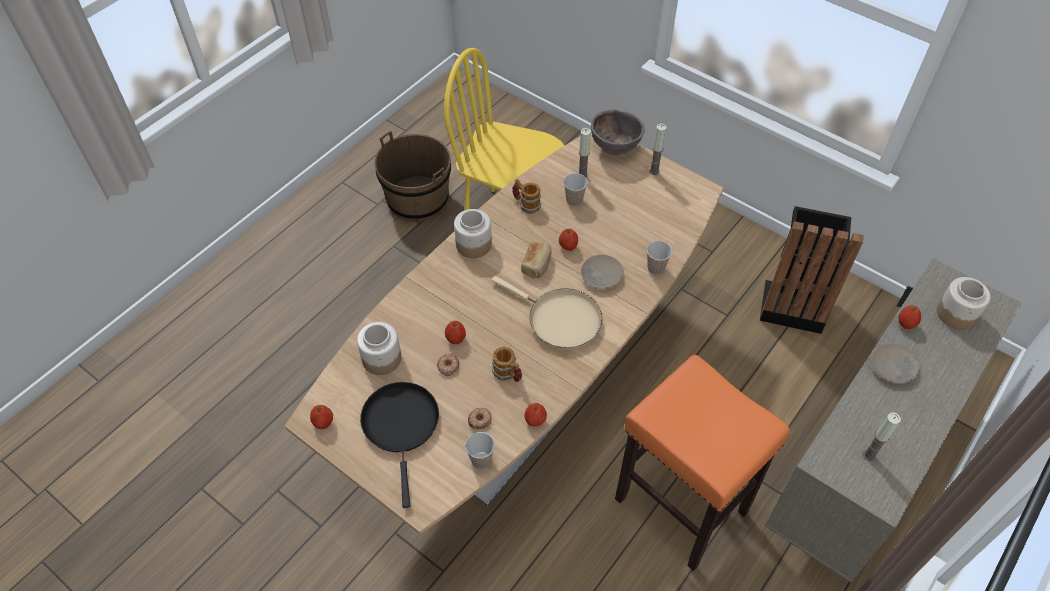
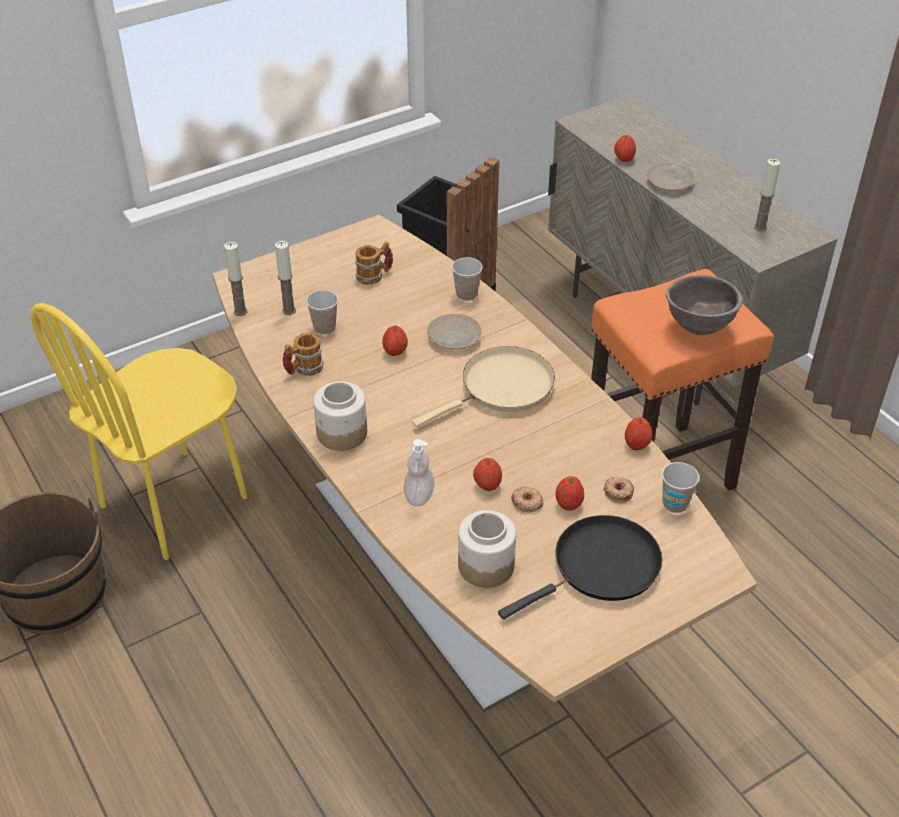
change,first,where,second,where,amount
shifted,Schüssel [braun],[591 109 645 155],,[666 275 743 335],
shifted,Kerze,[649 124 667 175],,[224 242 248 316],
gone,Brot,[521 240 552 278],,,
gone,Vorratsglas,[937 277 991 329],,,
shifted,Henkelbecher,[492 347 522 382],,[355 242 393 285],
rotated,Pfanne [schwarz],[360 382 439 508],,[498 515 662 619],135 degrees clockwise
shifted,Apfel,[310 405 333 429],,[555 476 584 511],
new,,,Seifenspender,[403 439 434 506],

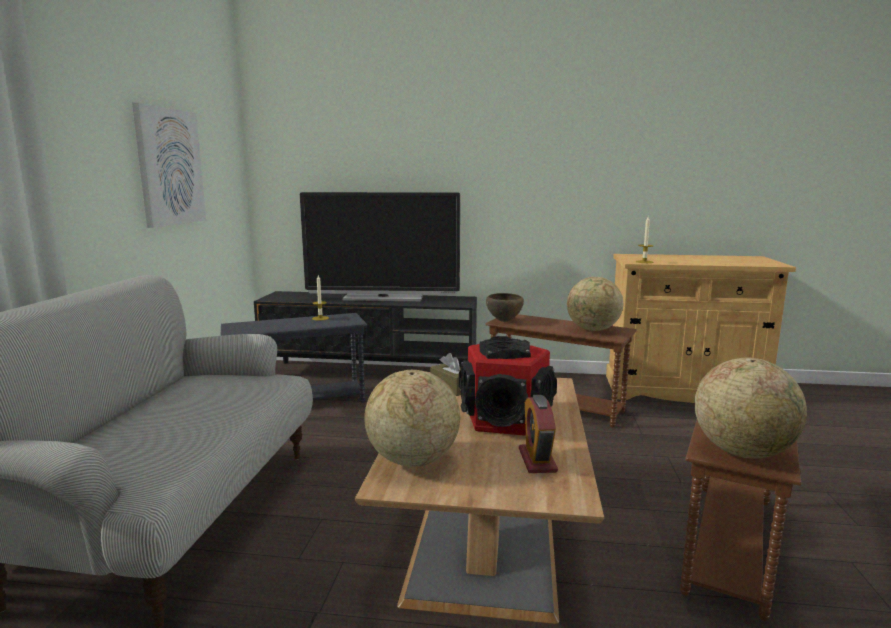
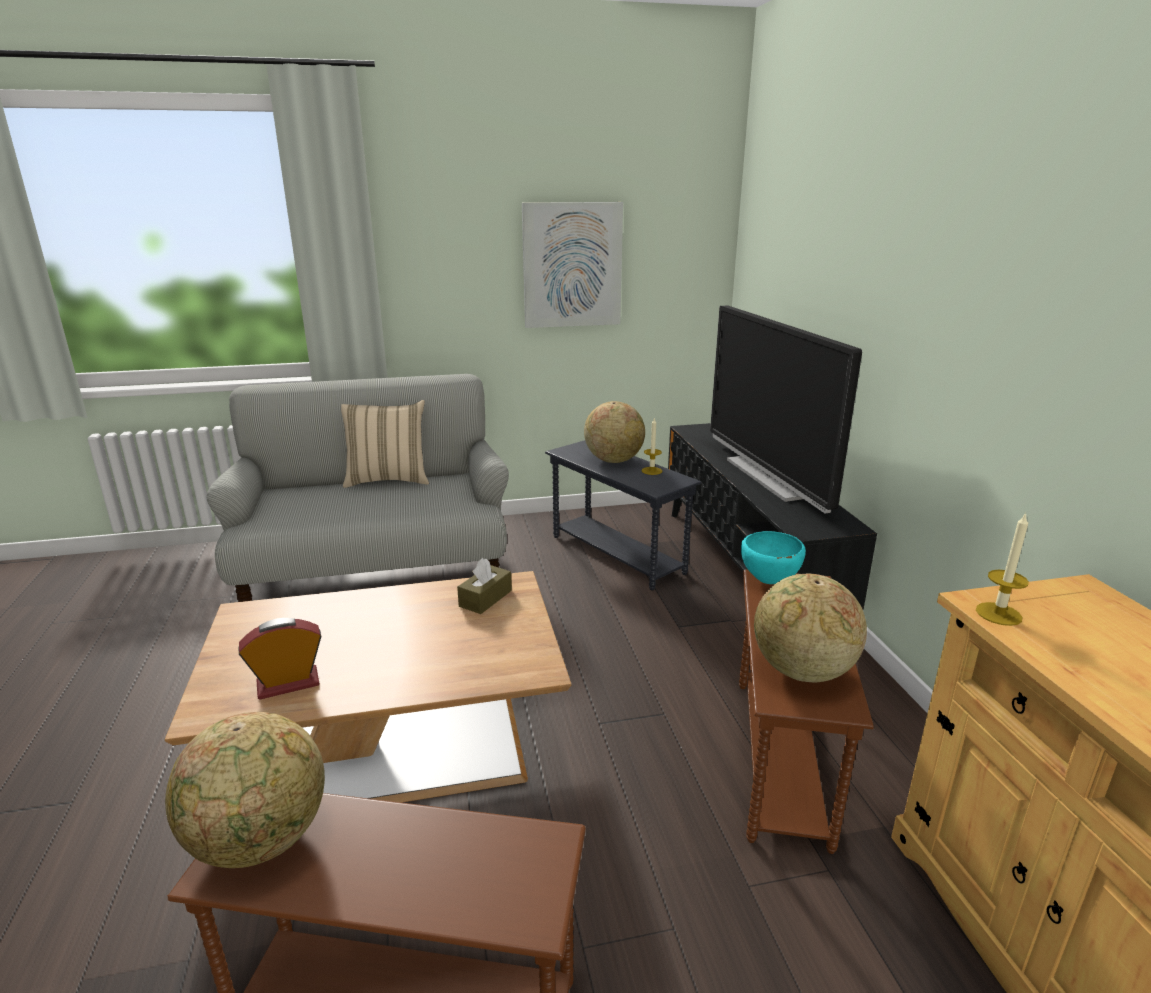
change,first,where,second,where,amount
repainted,Schüssel [braun],[486 293 524 322],Schüssel [türkis],[741 531 806 584],
gone,Lautsprecher,[459 336 557 436],,,
shifted,Globus,[364 370 460 467],,[584 401 645 463],
new,,,Kissen [beige],[341 400 429 488],

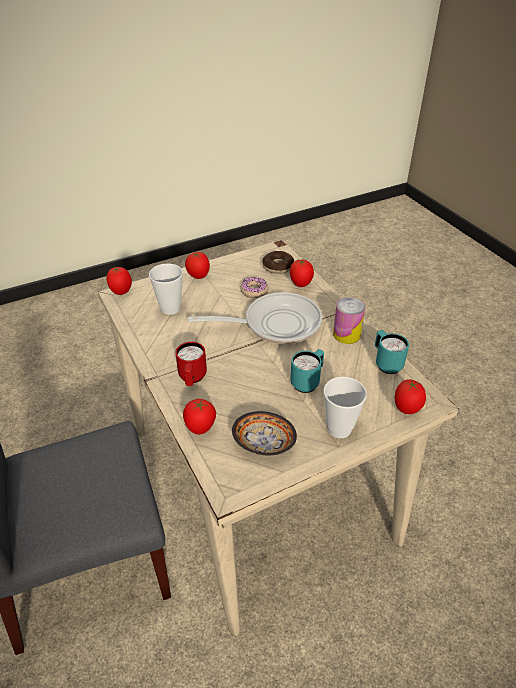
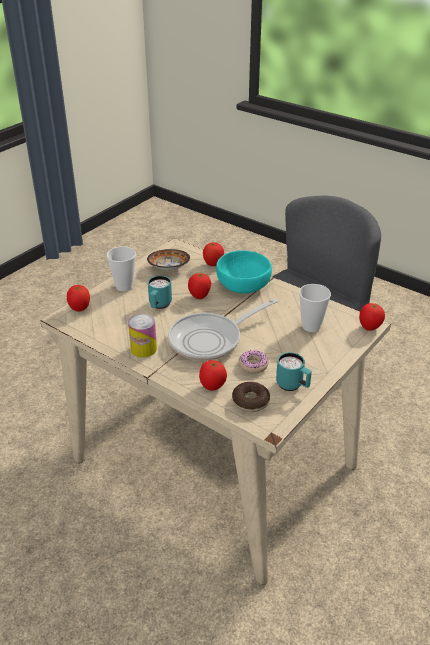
change,first,where,second,where,amount
shifted,Tomate,[185 252 210 279],,[188 273 211 299],
shifted,Henkelbecher [türkis],[375 330 409 374],,[276 352 312 391],
swapped,Henkelbecher [rot],[175 342 207 386],Schüssel [türkis],[216 250 272 294],

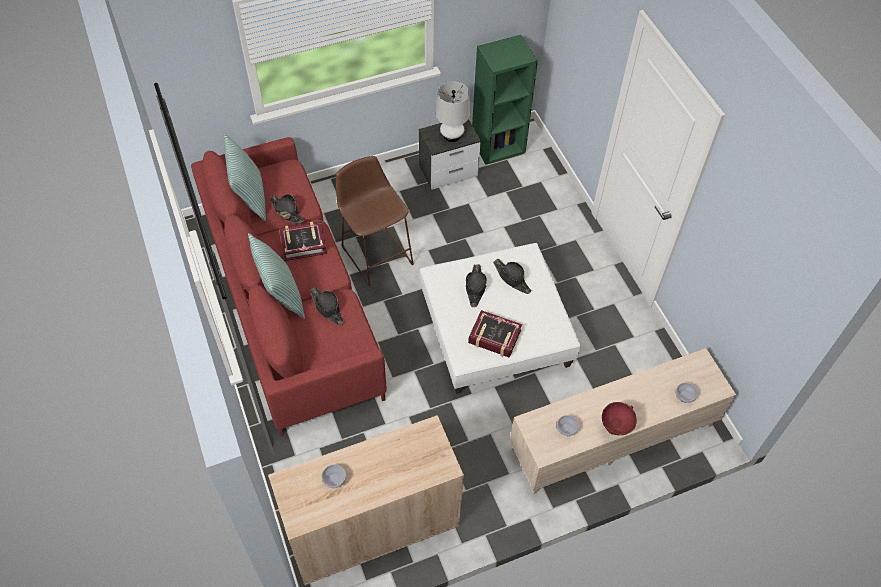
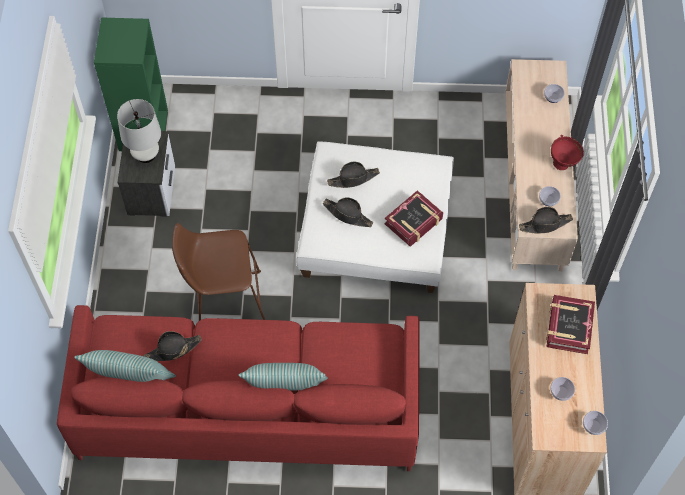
change,first,where,second,where,amount
shifted,Buch,[279 221 327 261],,[546 295 595 354],
shifted,Hut [schwarz],[310 287 344 326],,[519 207 573 234],
new,,,Schüssel,[583 411 608 435],

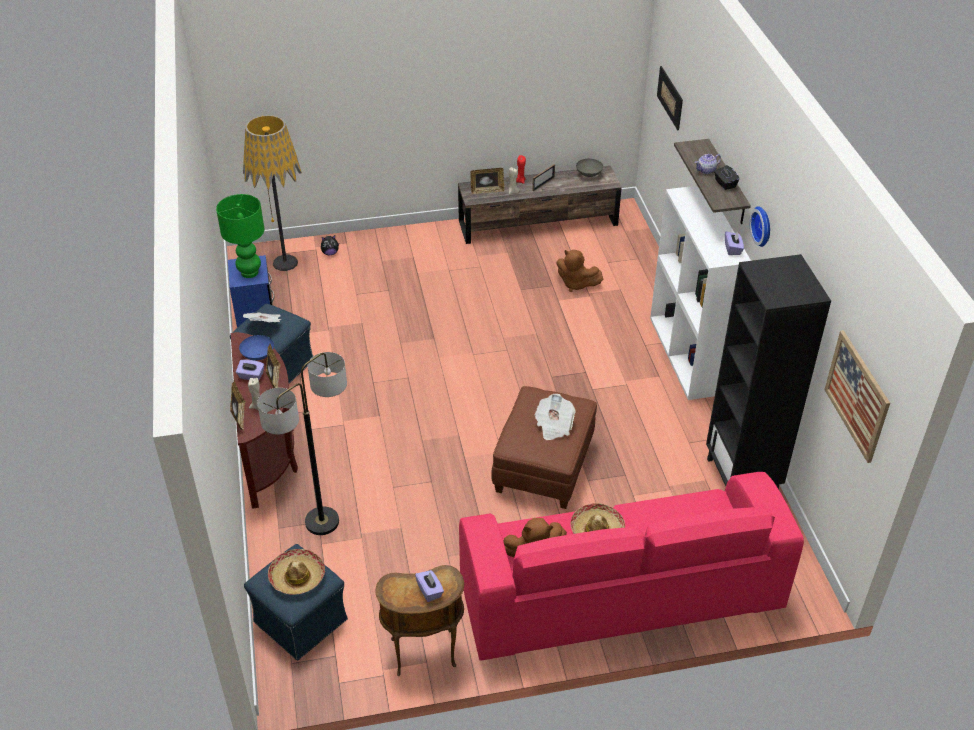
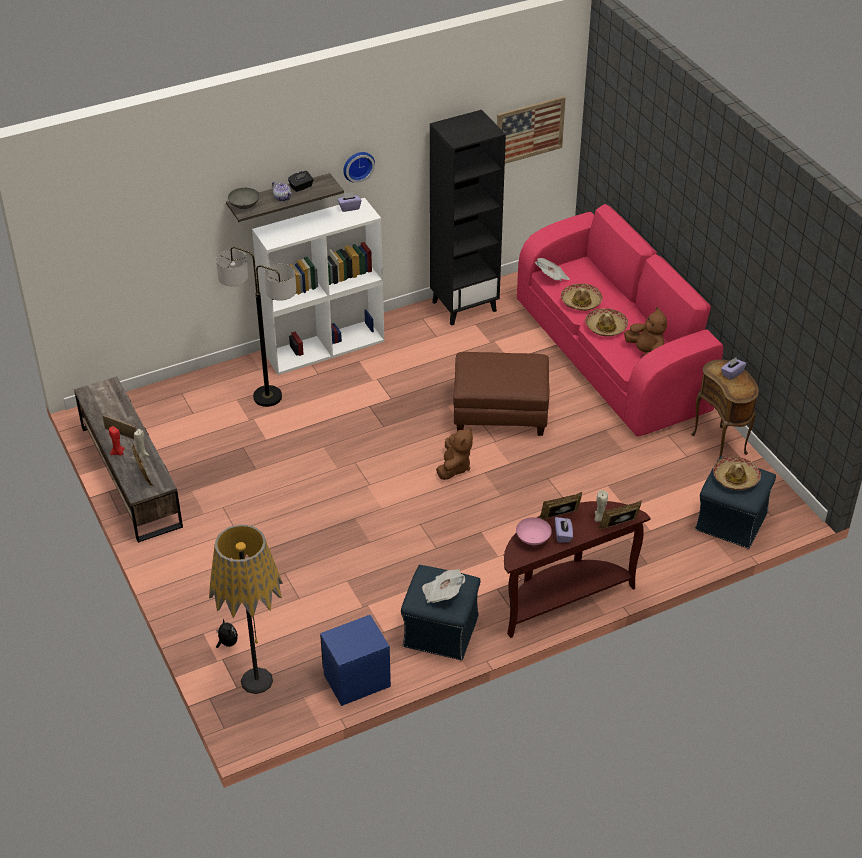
change,first,where,second,where,amount
gone,Bild,[657 66 683 130],,,
shifted,Schüssel [grau],[576 159 603 177],,[228 188 259 209],
gone,Tischlampe [grün],[216 194 264 278],,,
shifted,Plüschtier [braun],[556 250 603 292],,[436 427 473 480],
repainted,Schüssel [blau],[239 335 274 361],Schüssel [rosa],[516 517 552 545],
shifted,Stehlampe,[257 352 347 535],,[216 247 296 407],
shifted,Zeitung,[535 394 576 440],,[535 258 570 281],
new,,,Hut,[561 283 603 311],

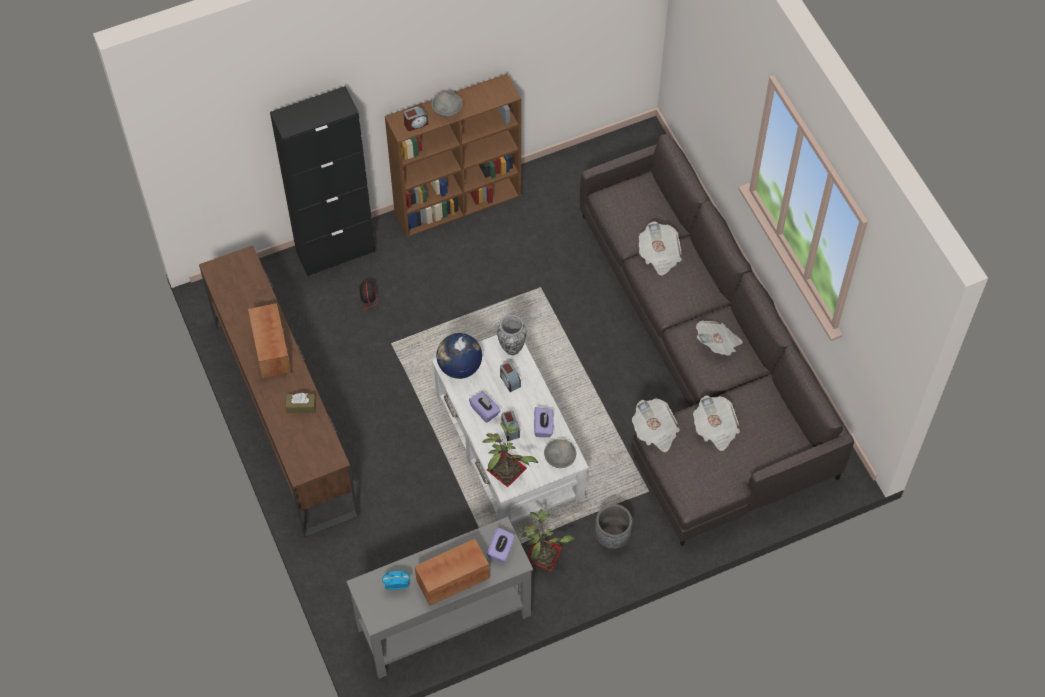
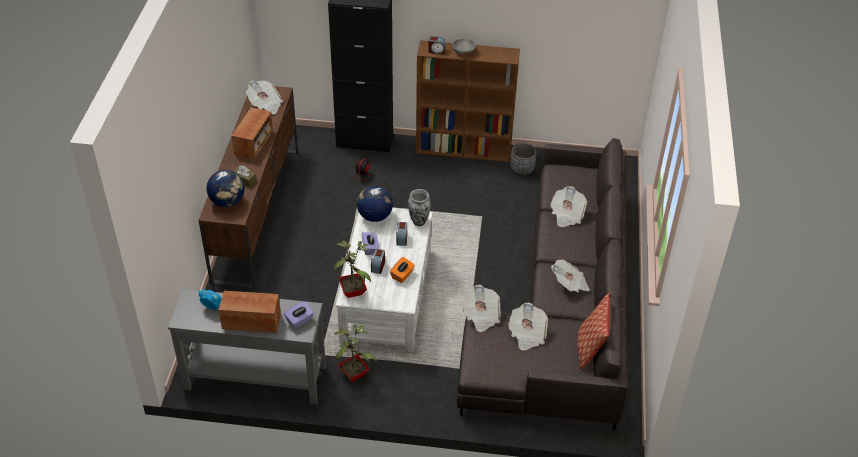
change,first,where,second,where,amount
repainted,Taschentuchbox [lila],[534 407 554 437],Taschentuchbox [orange],[390 257 415 283],
gone,Schüssel [grau],[544 439 576 468],,,
shifted,Pflanzkübel [grau],[595 504 632 549],,[510 143 537 177],
new,,,Zeitung,[246 80 283 114],
new,,,Globus,[206 170 244 207],
new,,,Kissen,[577 293 610 369],

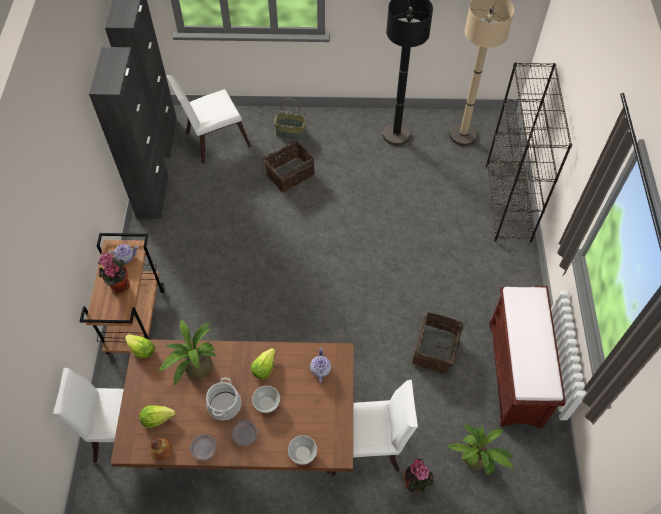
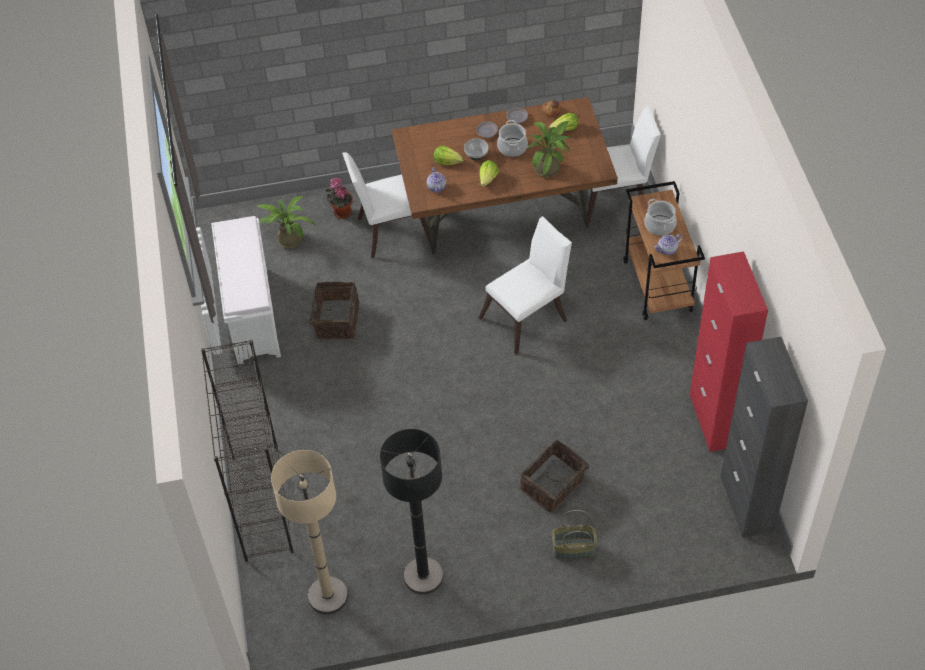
change,first,where,second,where,amount
repainted,Schrank [schwarz],[89 47 169 218],Schrank [rot],[689 251 768 452],
shifted,Stuhl [weiß],[166 75 251 164],,[479 216 572 355],
swapped,Topfpflanze,[98 253 130 293],Kochtopf,[644 199 677 236],
repainted,Bank [braun],[489 286 566 428],Bank [weiß],[211 216 281 364],
shifted,Salatkopf,[125 334 155 358],,[434 146 464 165],
gone,Schüssel,[288 435 317 465],,,

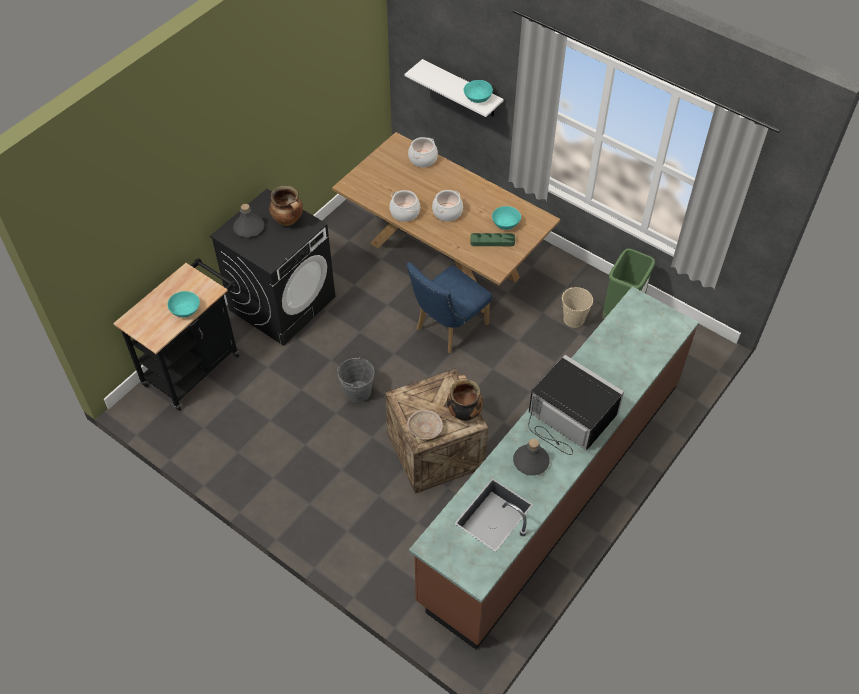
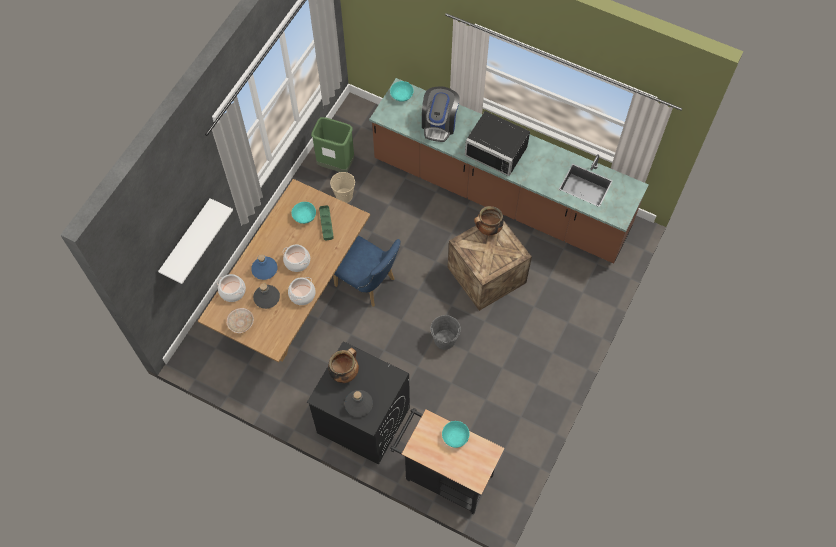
change,first,where,second,where,amount
shifted,Schüssel [türkis],[463 80 493 103],,[390 81 414 102],
rotated,Mikrowelle [schwarz],[528 355 624 455],,[465 111 530 176],90 degrees counterclockwise
shifted,Schüssel [beige],[407 409 443 439],,[226 308 254 333],
shifted,Flasche [grau],[513 439 550 476],,[253 283 280 309],
new,,,Kaffeemaschine,[422 86 460 142],
new,,,Flasche [blau],[251 254 277 280],

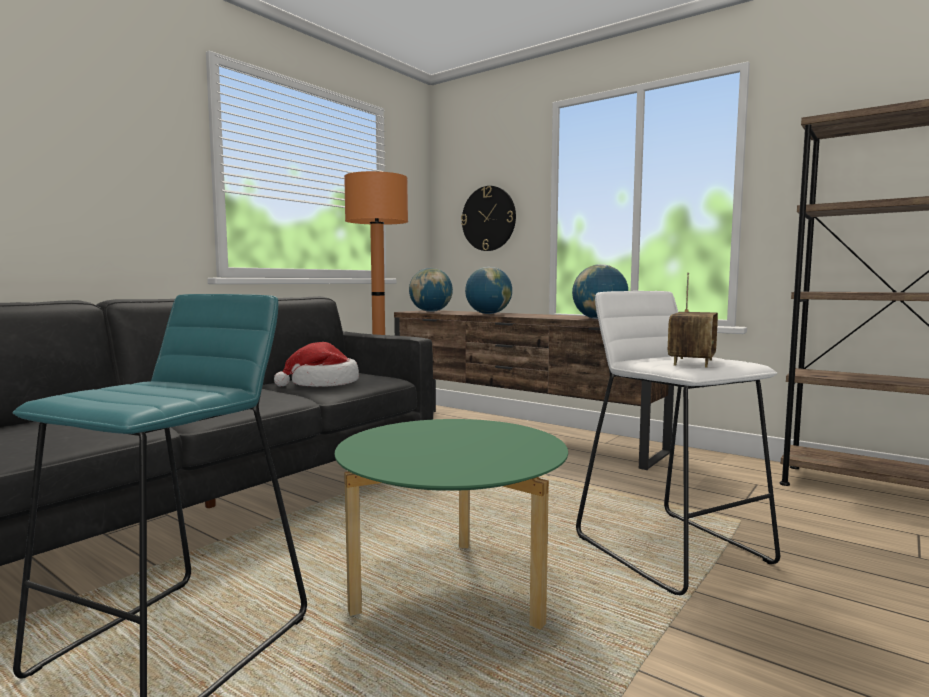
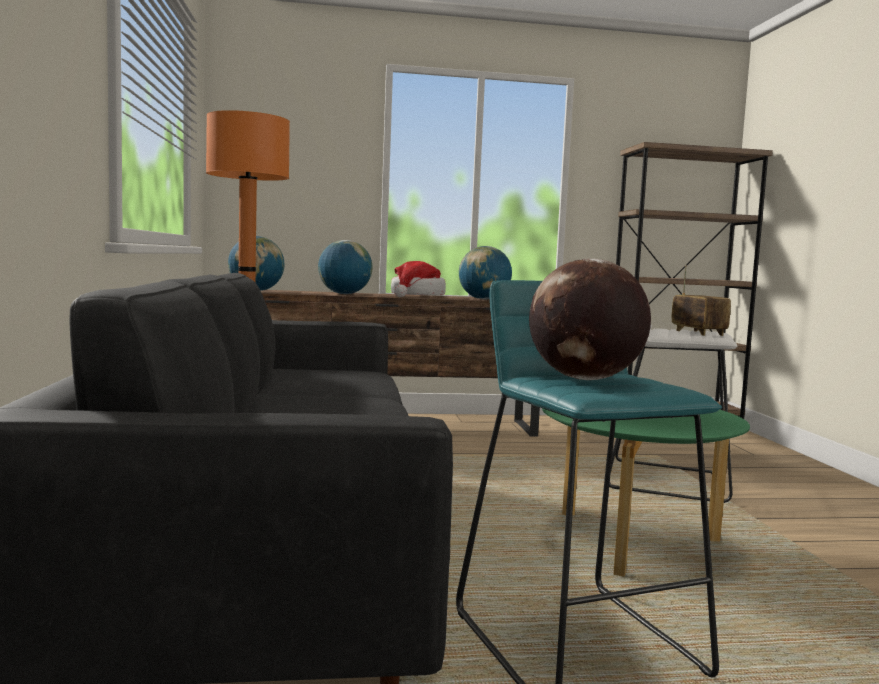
change,first,where,second,where,amount
gone,Wanduhr,[461 186 516 251],,,
shifted,Hut,[274 342 359 387],,[391 261 446 297],
new,,,Globus,[529 258 651 380],

